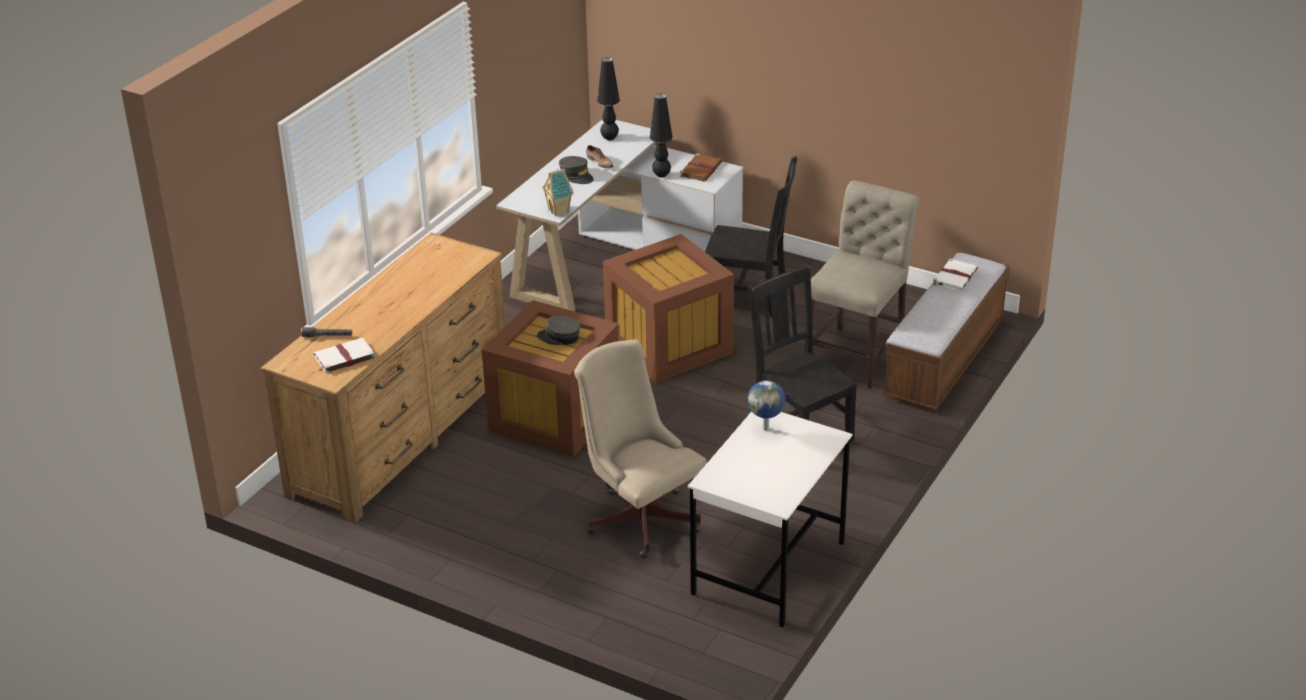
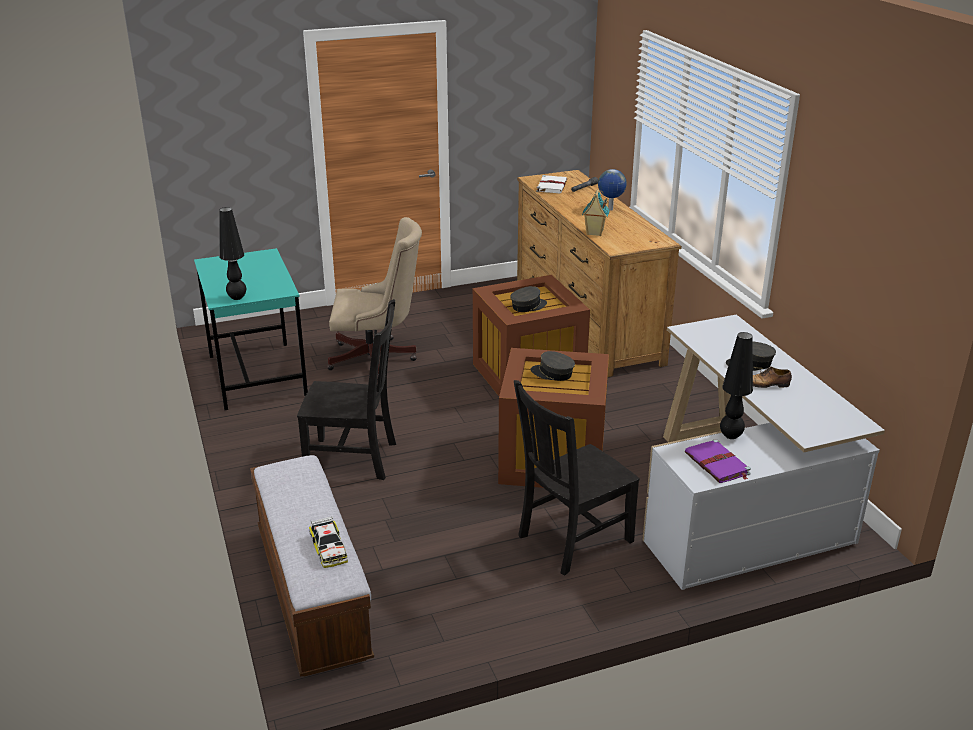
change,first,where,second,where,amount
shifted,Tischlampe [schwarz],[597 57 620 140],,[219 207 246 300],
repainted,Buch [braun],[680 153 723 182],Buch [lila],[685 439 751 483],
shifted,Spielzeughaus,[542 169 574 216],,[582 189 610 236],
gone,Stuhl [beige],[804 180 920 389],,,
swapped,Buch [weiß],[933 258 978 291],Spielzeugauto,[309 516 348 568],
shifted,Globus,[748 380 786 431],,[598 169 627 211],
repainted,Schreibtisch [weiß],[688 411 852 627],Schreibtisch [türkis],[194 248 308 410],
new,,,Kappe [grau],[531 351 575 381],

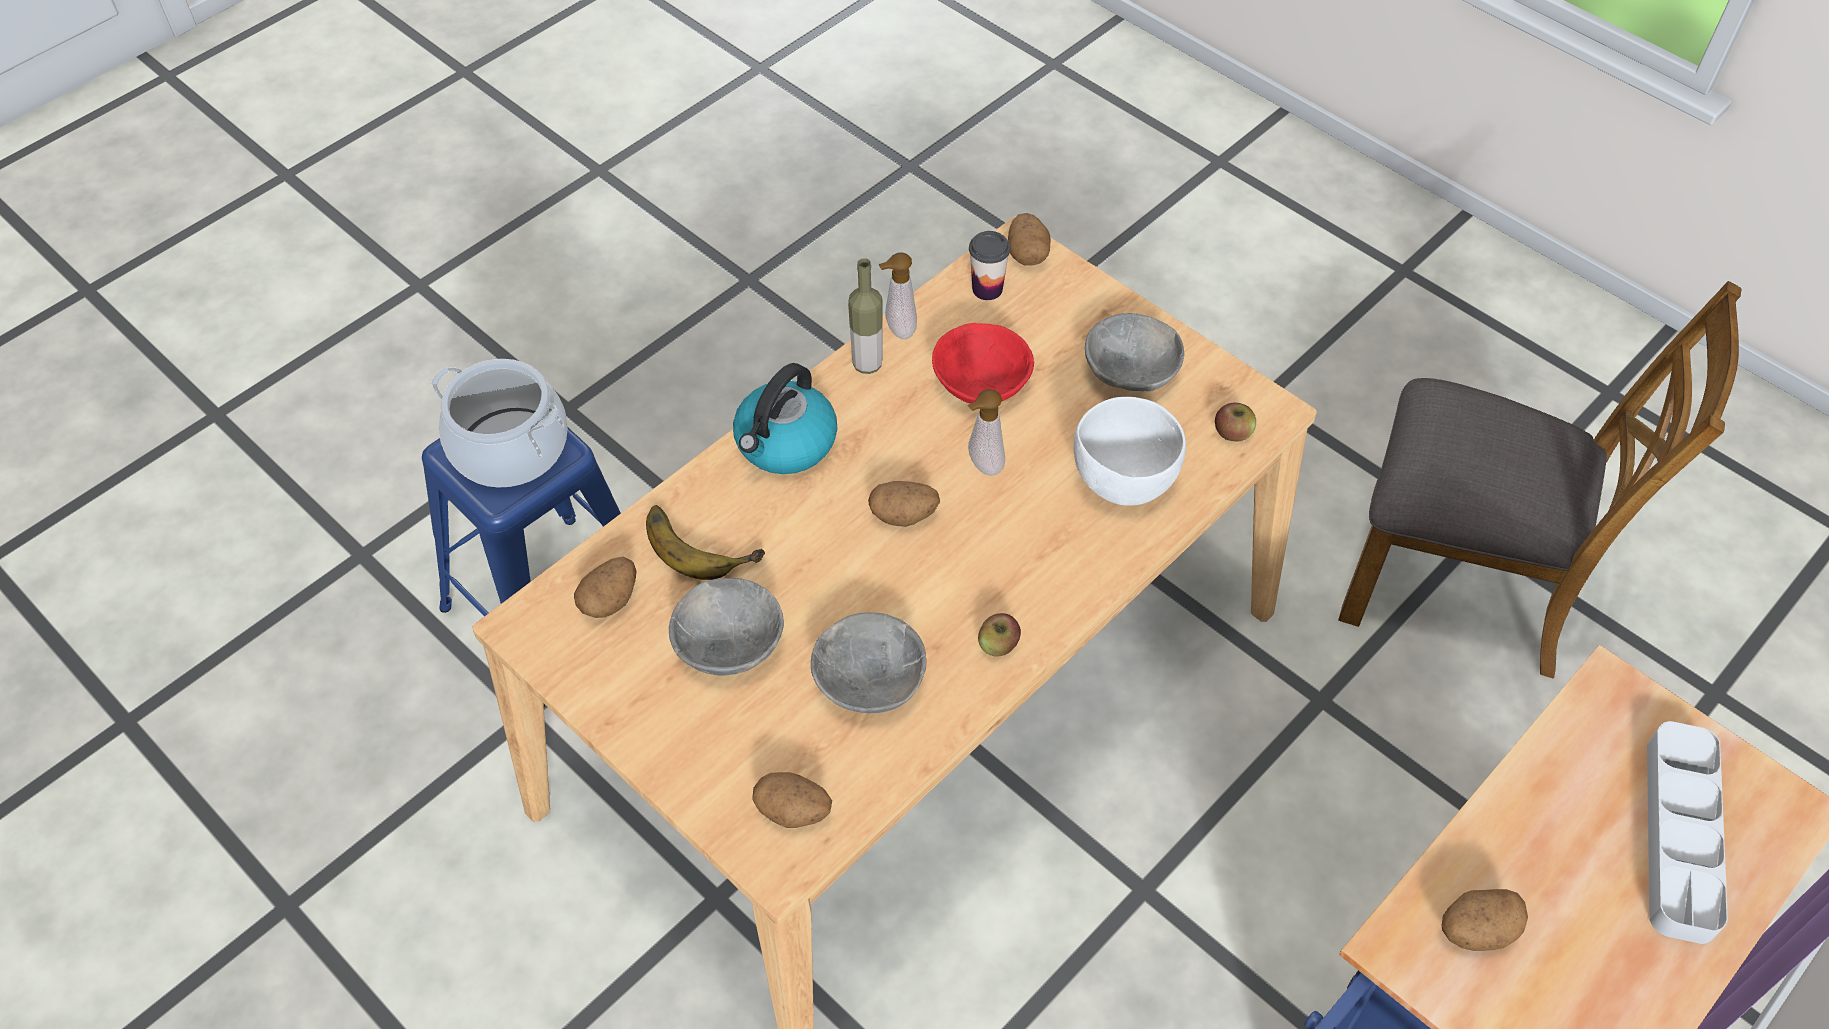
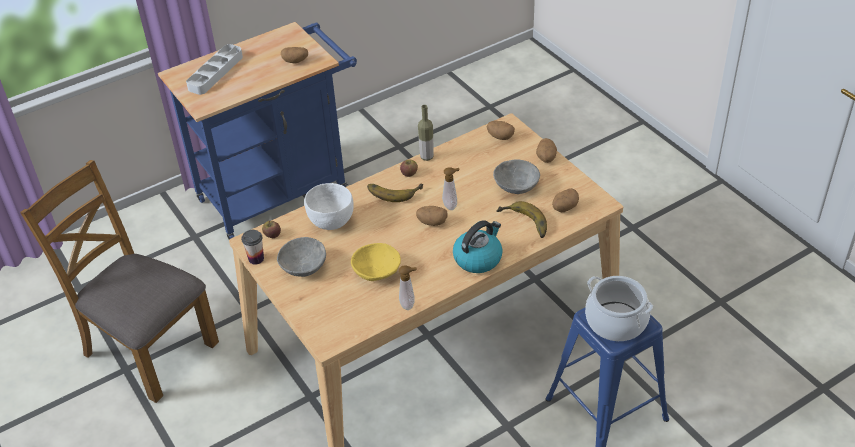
change,first,where,second,where,amount
shifted,Kartoffel,[1008 213 1050 266],,[536 138 557 163],
shifted,Tasse,[969 231 1010 300],,[241 230 264 265],
shifted,Flasche,[848 258 883 374],,[418 105 434 161],
repainted,Schüssel [rot],[932 323 1034 404],Schüssel [gelb],[351 243 401 281],
shifted,Seifenspender,[968 389 1005 476],,[442 167 459 210],
gone,Schüssel [grau],[811 612 926 713],,,
new,,,Banane,[367 183 423 202],

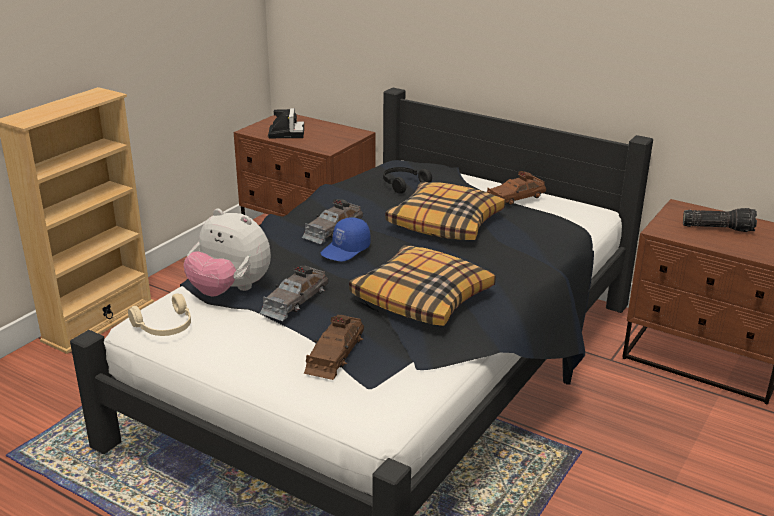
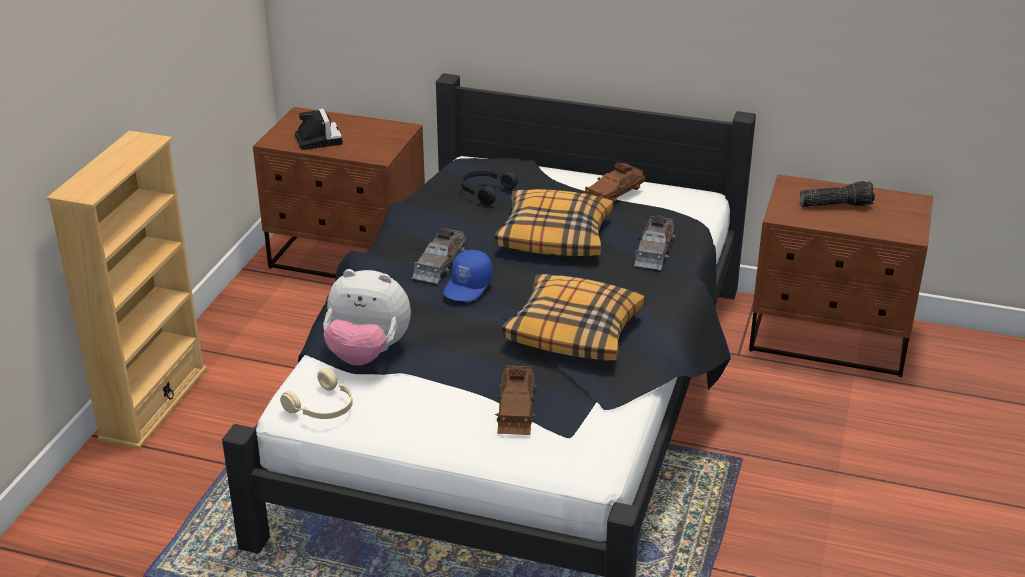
change,first,where,second,where,amount
shifted,Spielzeugauto [grau],[260 265 328 321],,[634 216 676 270],

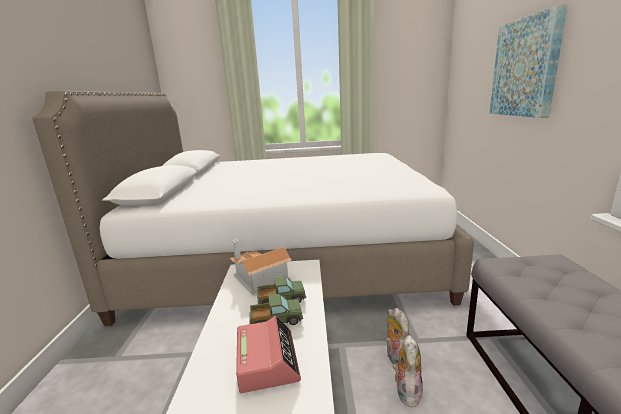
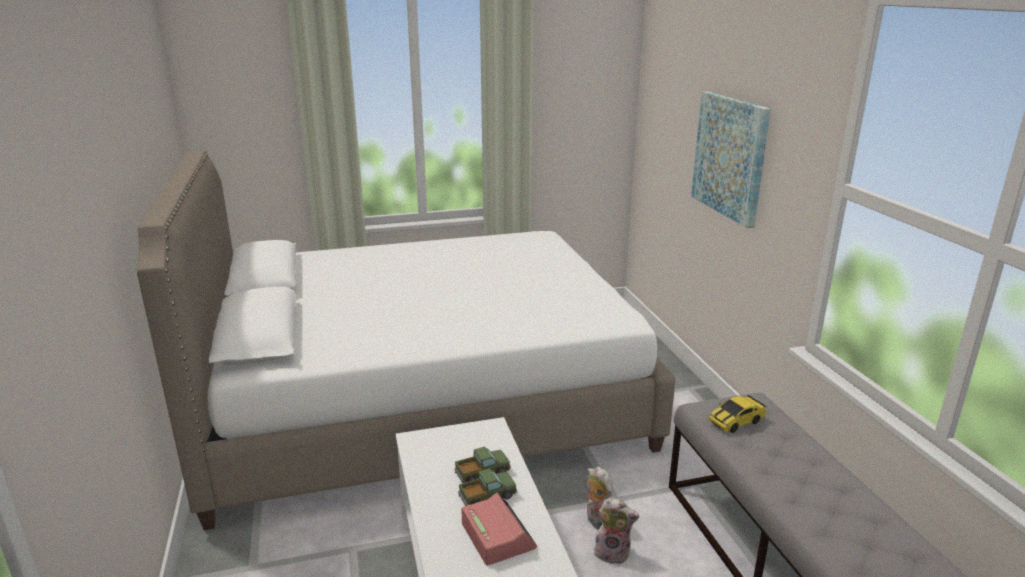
change,first,where,second,where,amount
gone,Spielzeughaus,[230 239 292 295],,,
rotated,Plüschtier,[393 335 423 407],,[594 497 639 564],105 degrees clockwise
new,,,Spielzeugauto,[709 395 767 433],

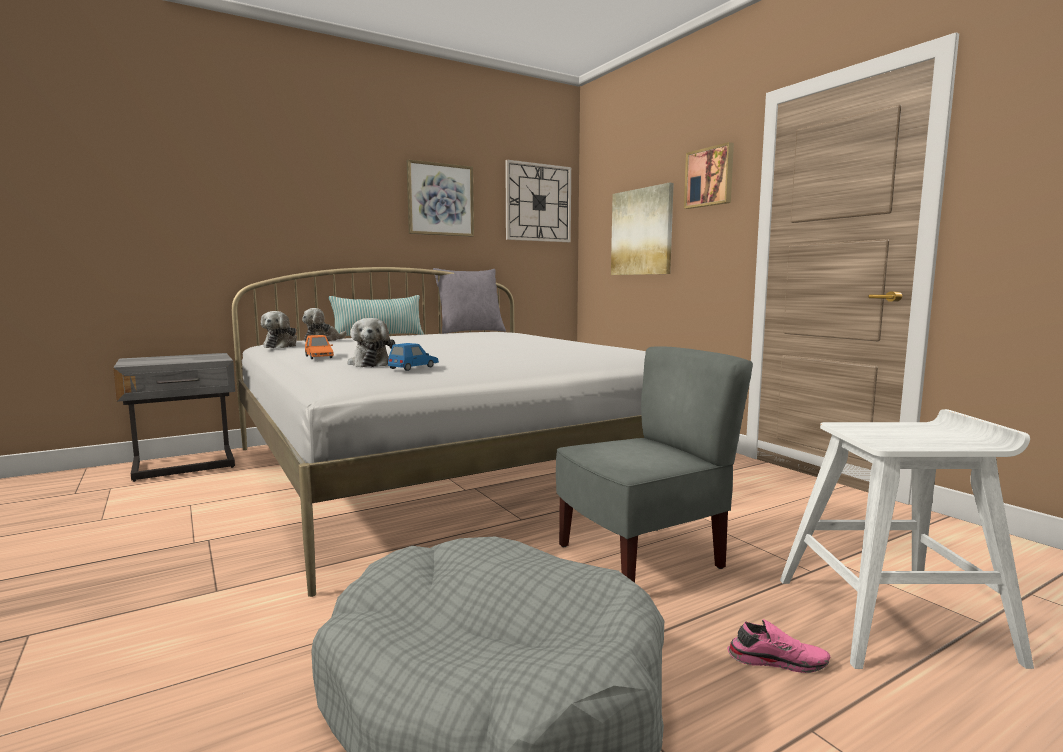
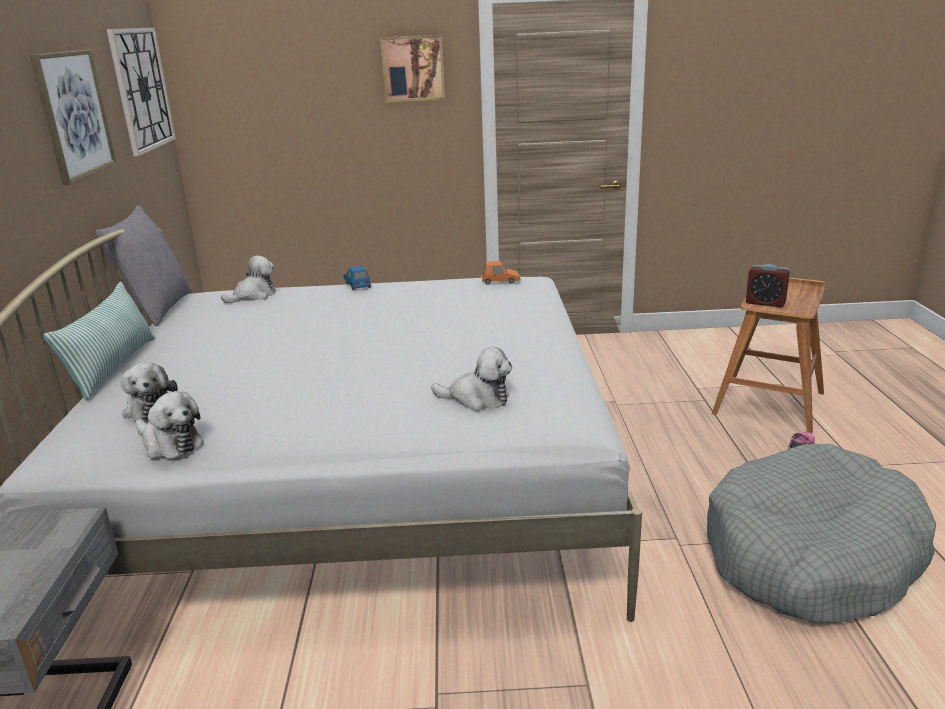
change,first,where,second,where,amount
gone,Bild,[611 183 674 275],,,
shifted,Spielzeugauto [orange],[305 335 334 359],,[482 261 521 285],
shifted,Spielzeugauto [blau],[388 343 439 371],,[344 266 371 290],
gone,Stuhl [grau],[556 346 753 583],,,
repainted,Hocker [weiß],[780 409 1034 669],Hocker [braun],[712 277 825 434],
new,,,Plüschtier,[221 255 276 303],
new,,,Wecker,[746 264 790 307],

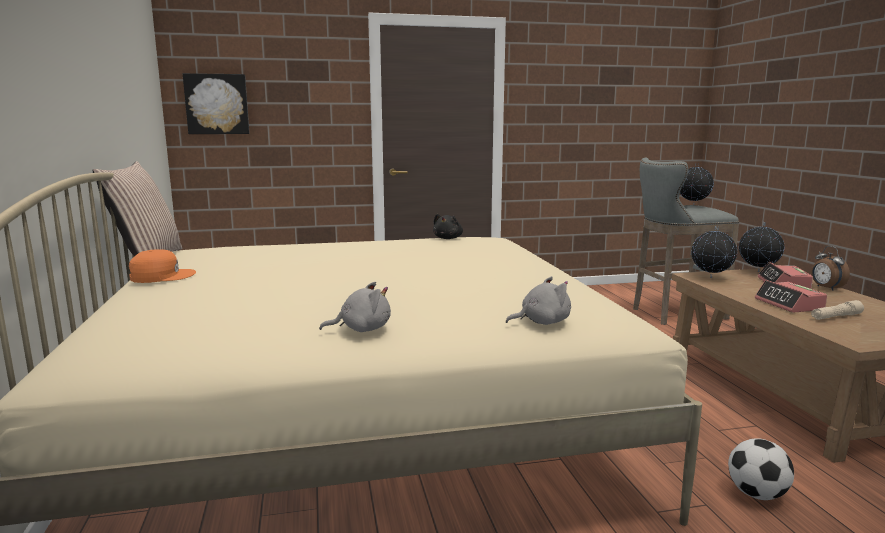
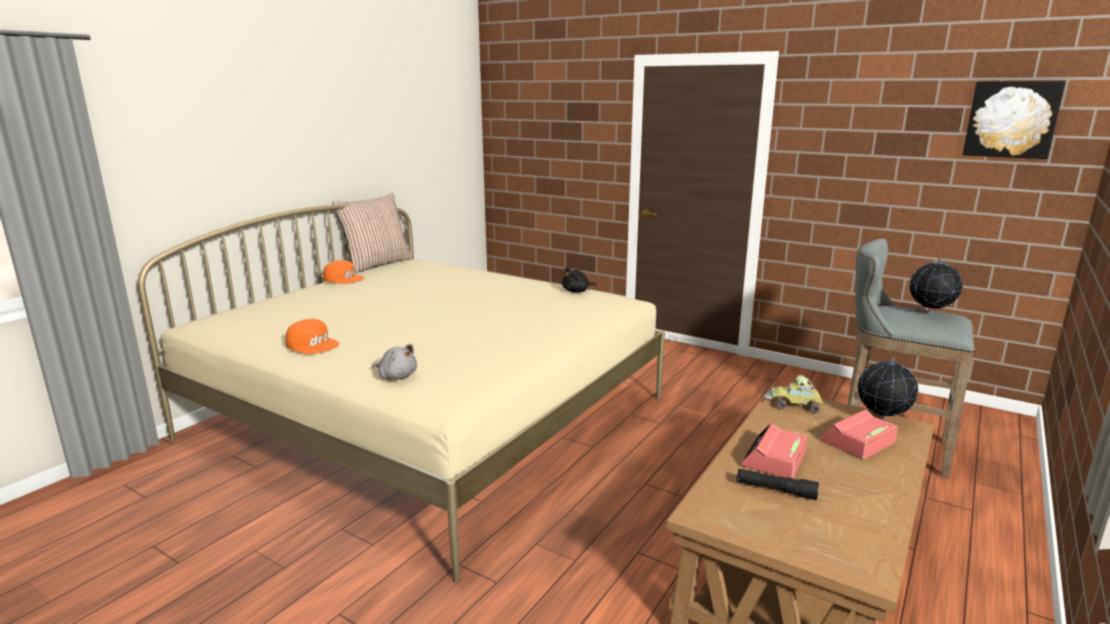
change,first,where,second,where,amount
shifted,Bild,[183 73 249 134],,[963 81 1066 159],
swapped,Globus,[691 226 737 278],Spielzeugauto,[765 375 823 413],
gone,Wecker,[812 246 850 291],,,
swapped,Plüschtier [grau],[319 282 391 332],Kappe [orange],[286 319 339 354],
repainted,Taschenlampe [beige],[811 300 864 320],Taschenlampe [schwarz],[736 469 819 500],
gone,Fußball,[728 438 794 500],,,

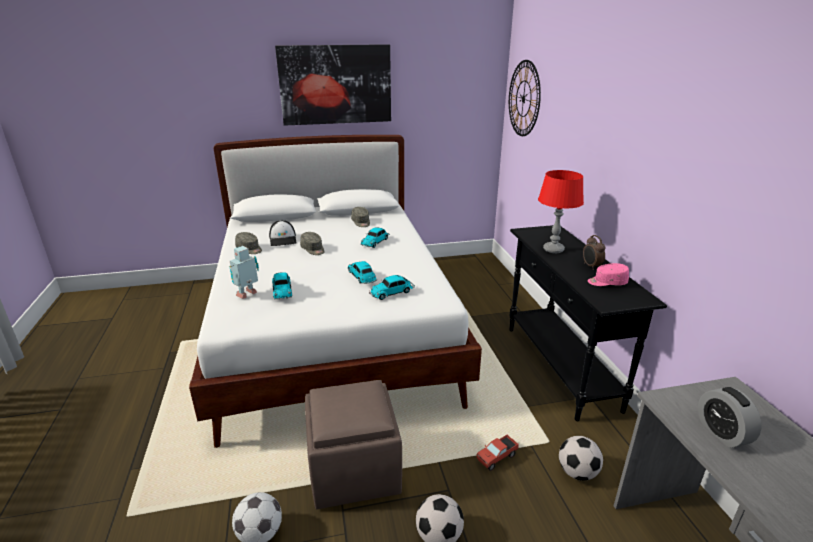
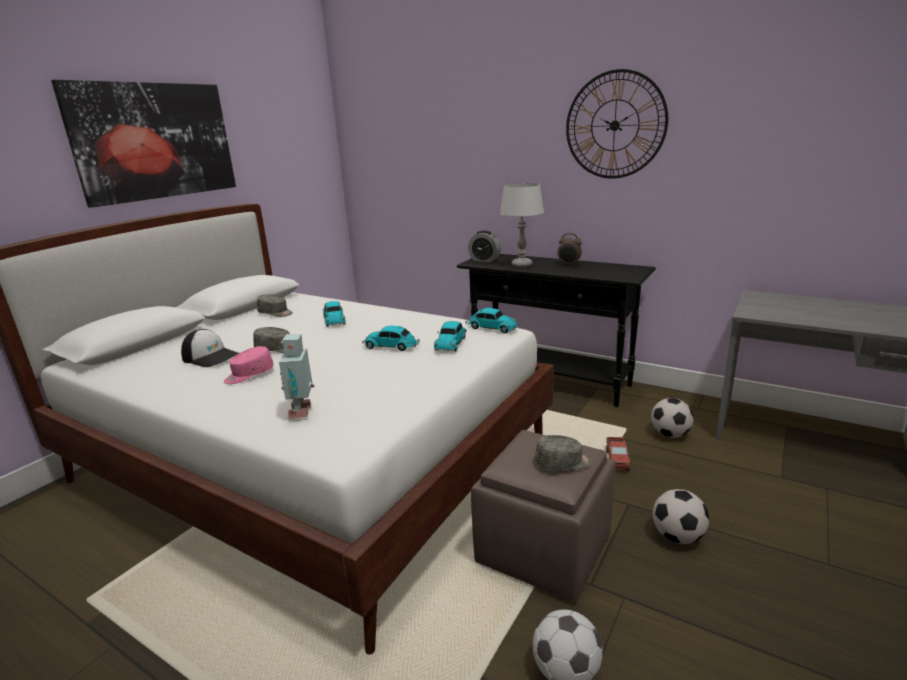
change,first,where,second,where,amount
shifted,Wanduhr,[509 60 541 136],,[566 69 668 179],
repainted,Tischlampe [rot],[538 170 584 253],Tischlampe [grau],[500 183 544 267],
shifted,Kappe [grau],[235 232 262 254],,[535 435 592 471],
shifted,Kappe [rosa],[588 263 629 286],,[224 346 273 384],
shifted,Spielzeugauto,[272 272 292 300],,[465 308 519 333],
shifted,Wecker,[698 387 761 448],,[468 230 501 262],

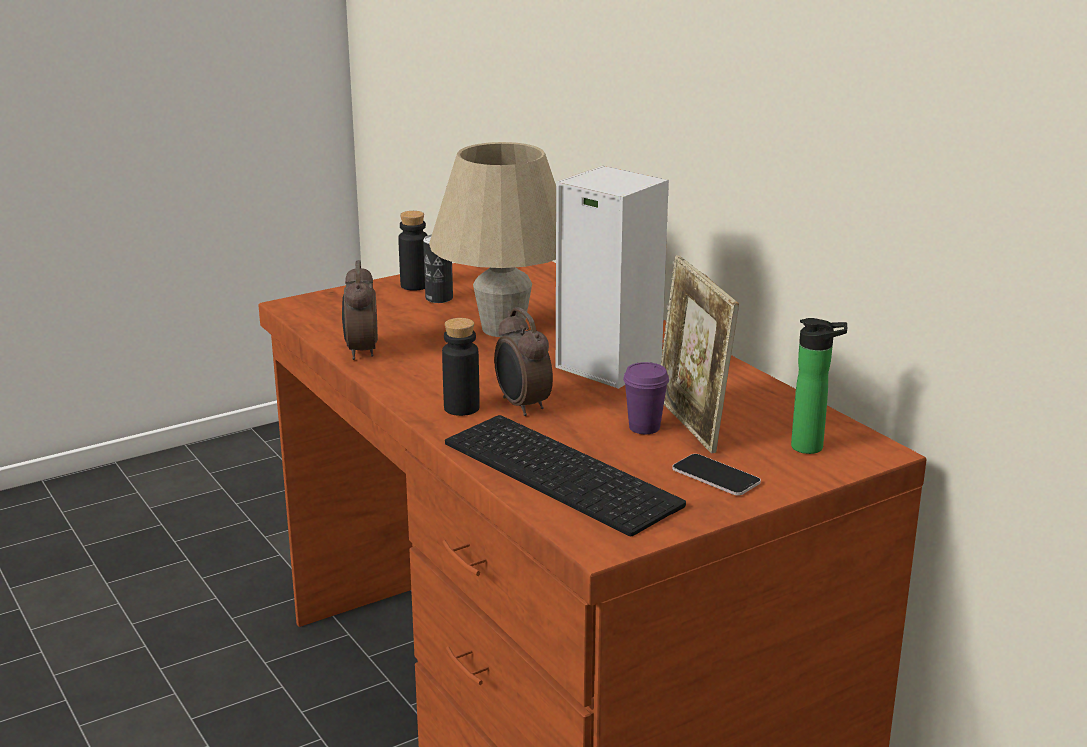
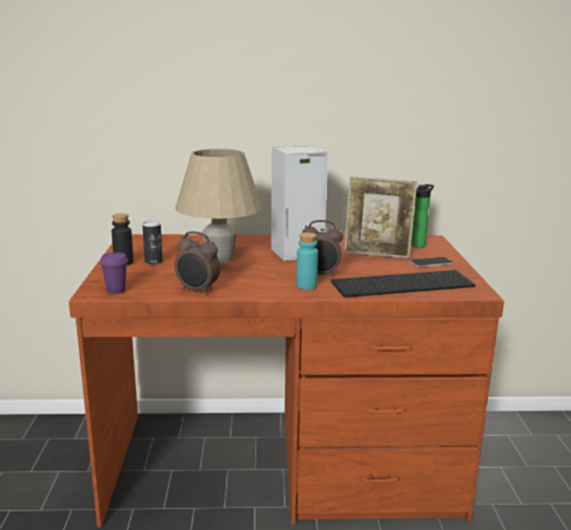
change,first,where,second,where,amount
repainted,Flasche [schwarz],[442 318 480 416],Flasche [türkis],[296 233 318 290],
shifted,Tasse [lila],[623 362 669 434],,[100 252 128 294],

